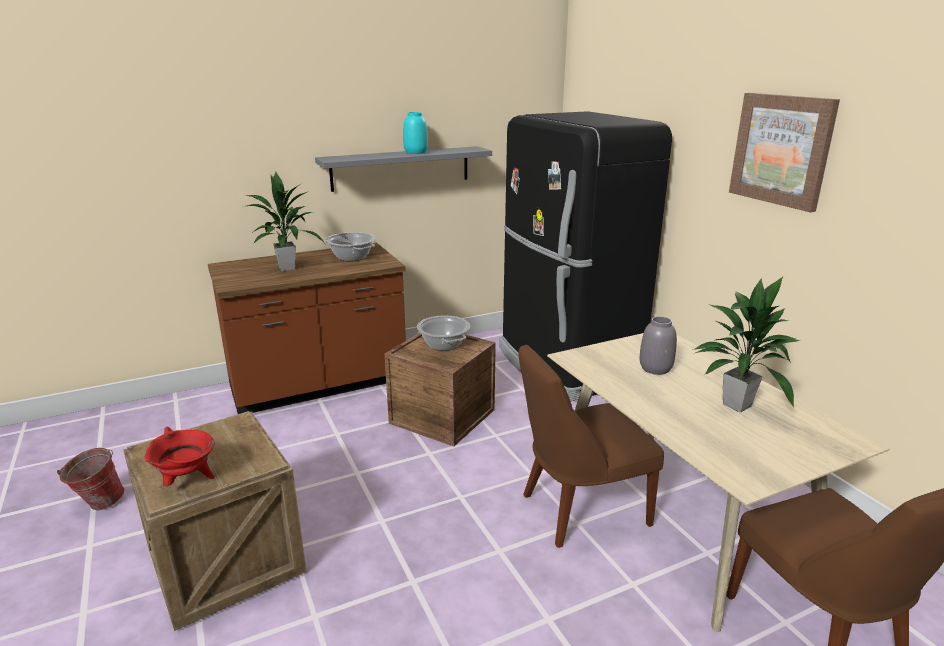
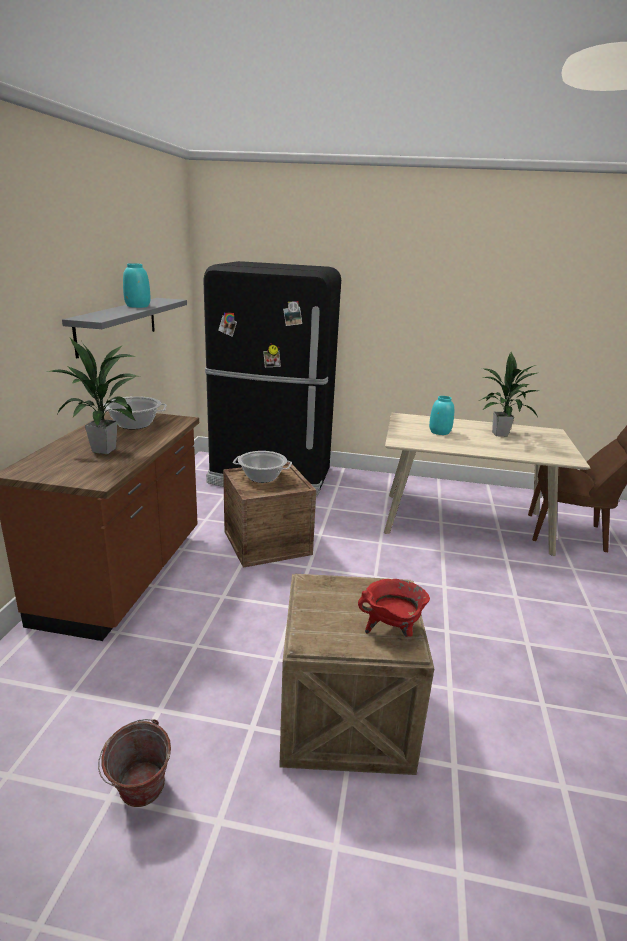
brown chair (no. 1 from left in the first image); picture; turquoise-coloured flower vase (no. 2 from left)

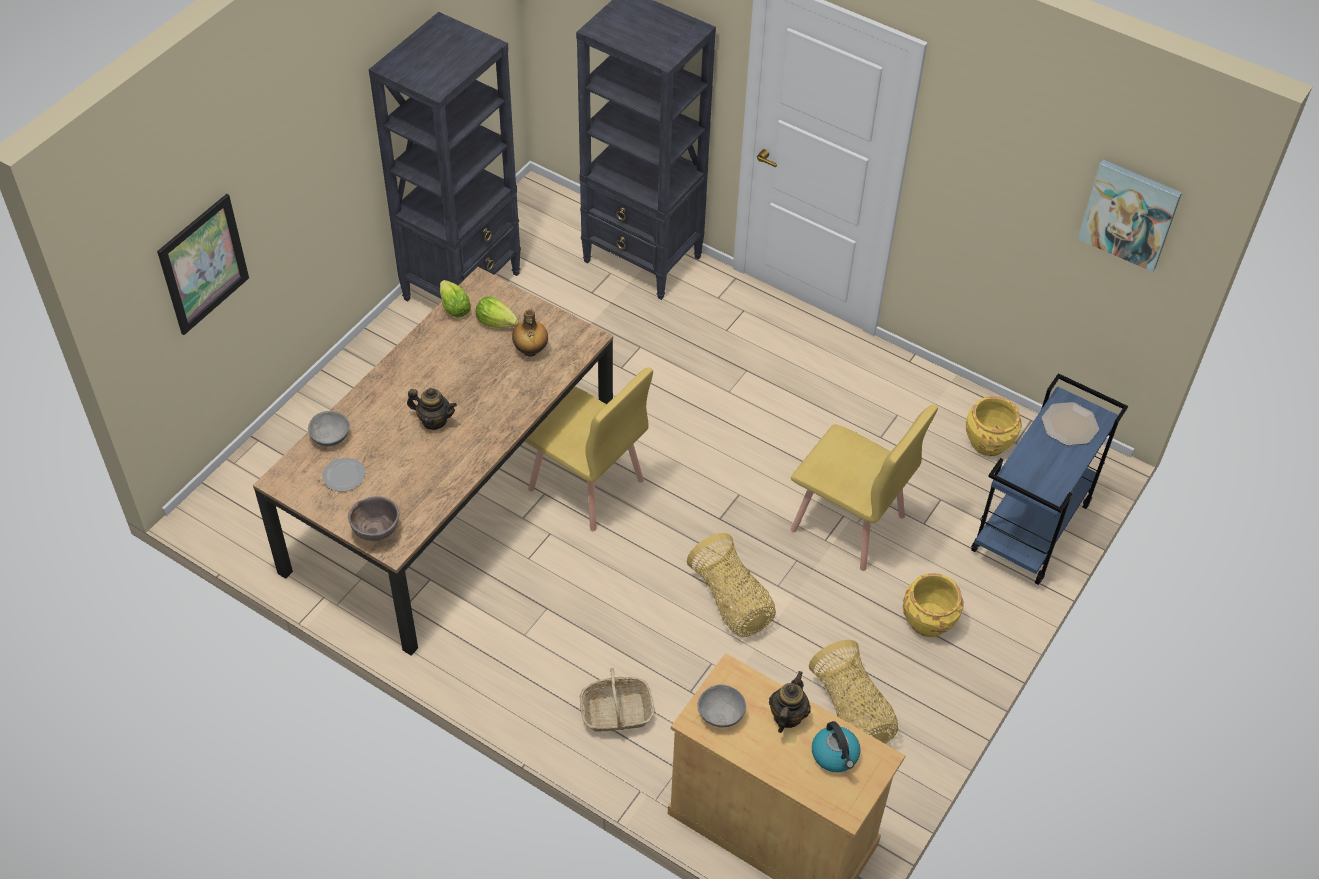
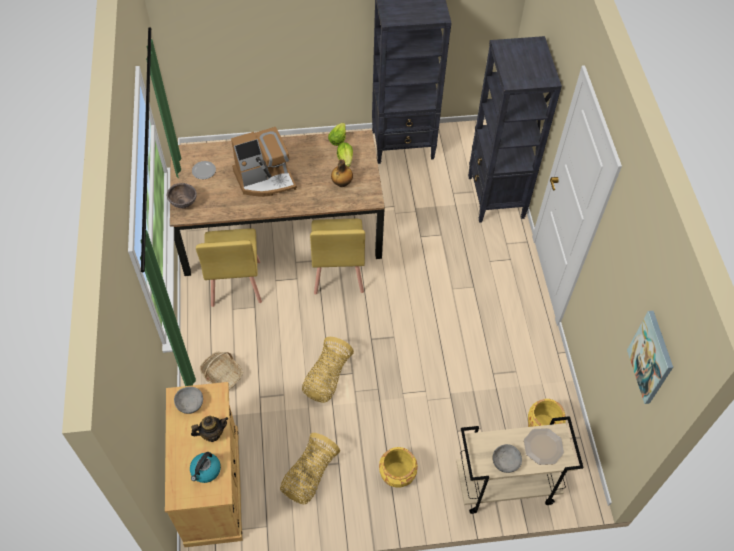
picture (no. 1 from left in the first image); grey serving bowl (no. 2 from left); yellowish chair (no. 1 from left); coffee brewer; sand-coloured trolley

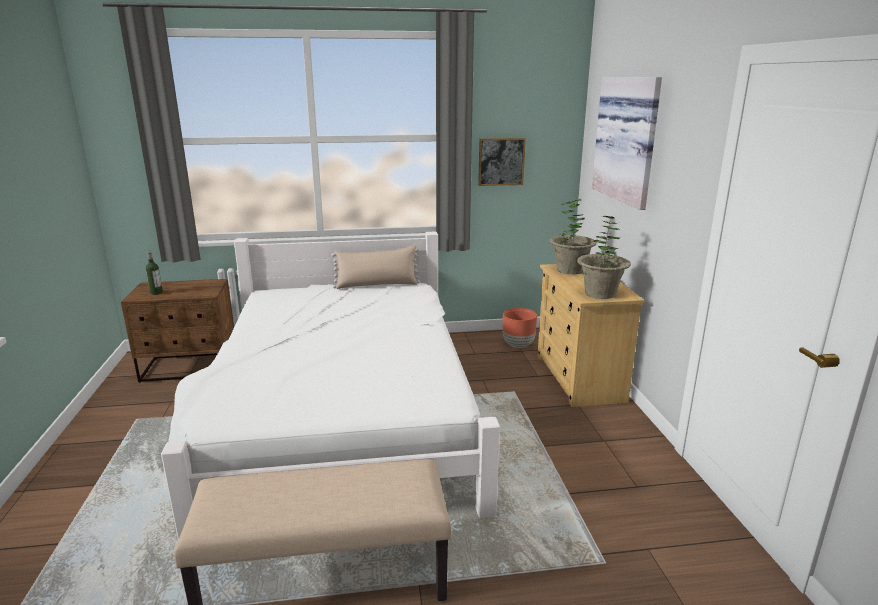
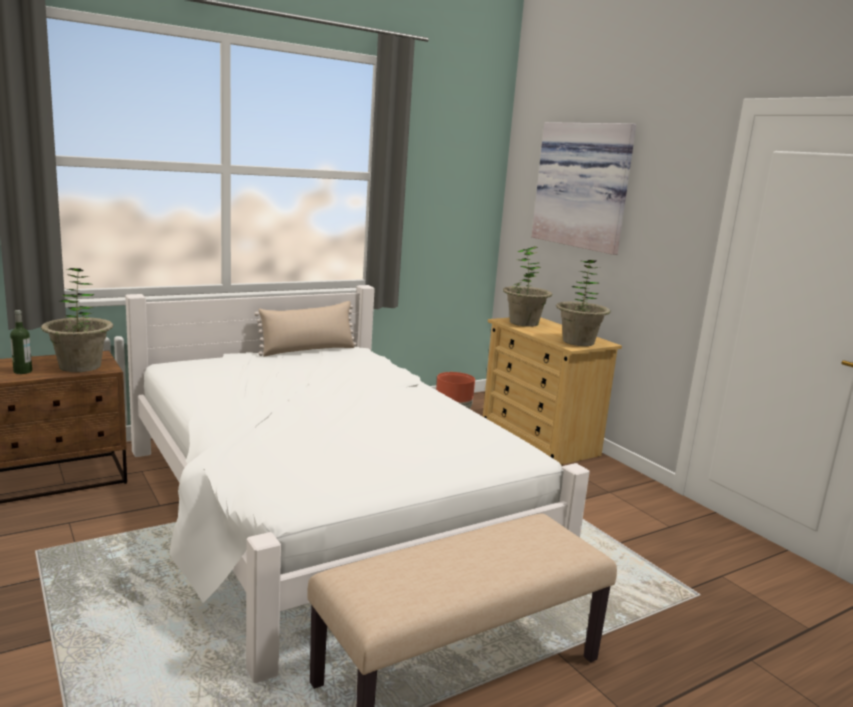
picture (no. 1 from left in the first image); plant in a pot (no. 1 from left)

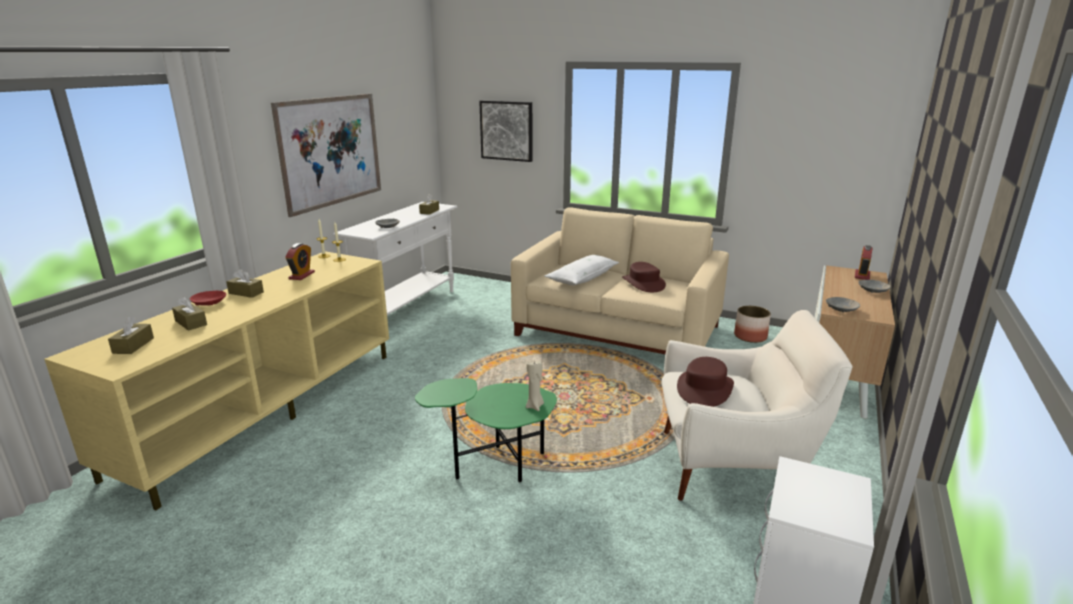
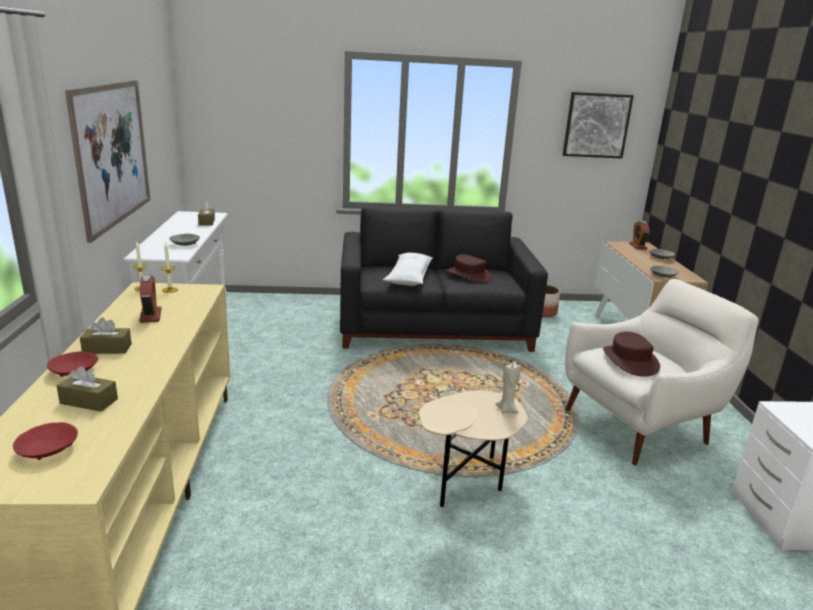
picture (no. 2 from left); reddish serving bowl (no. 1 from left); sand-coloured accent table; black settee

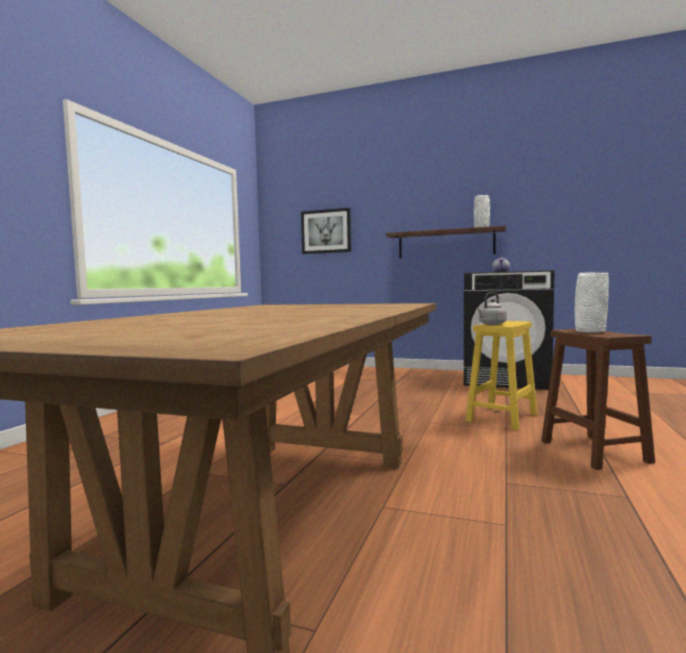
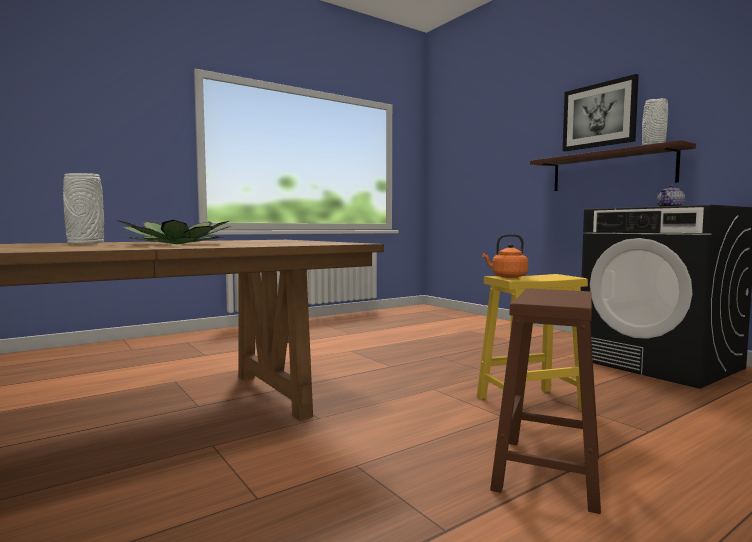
plant in a pot; picture; whitish flower vase (no. 1 from left); orange-coloured tea kettle

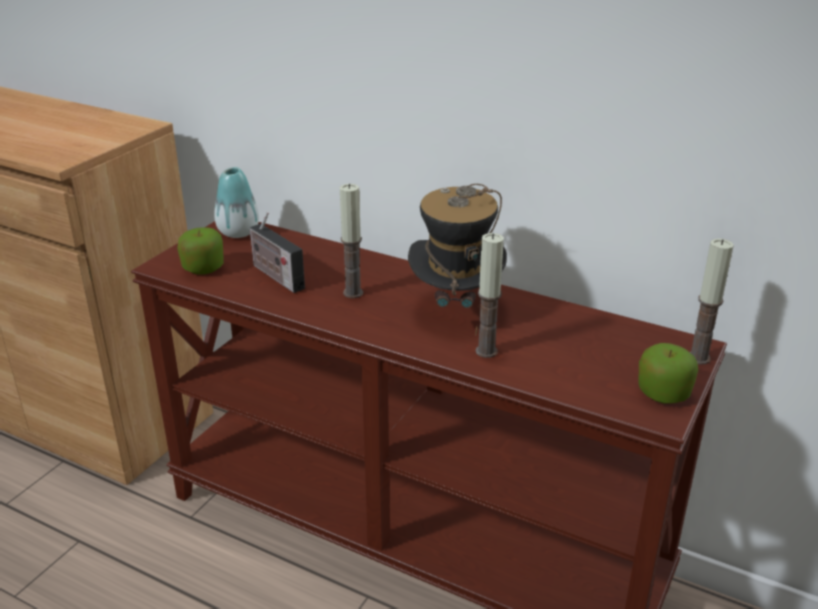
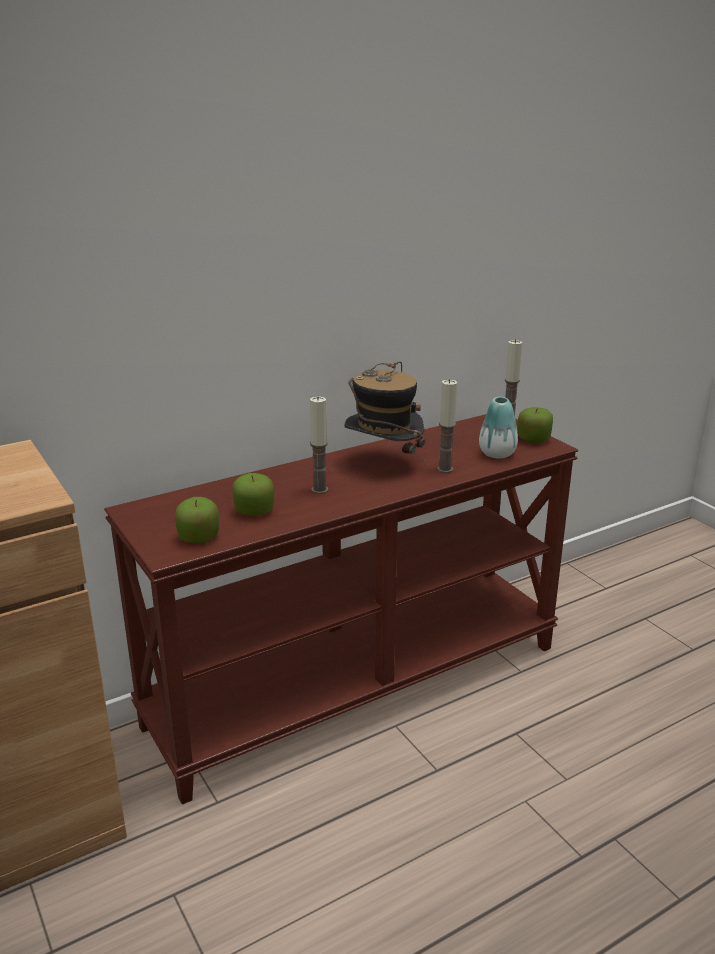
flower vase; apple (no. 2 from left)

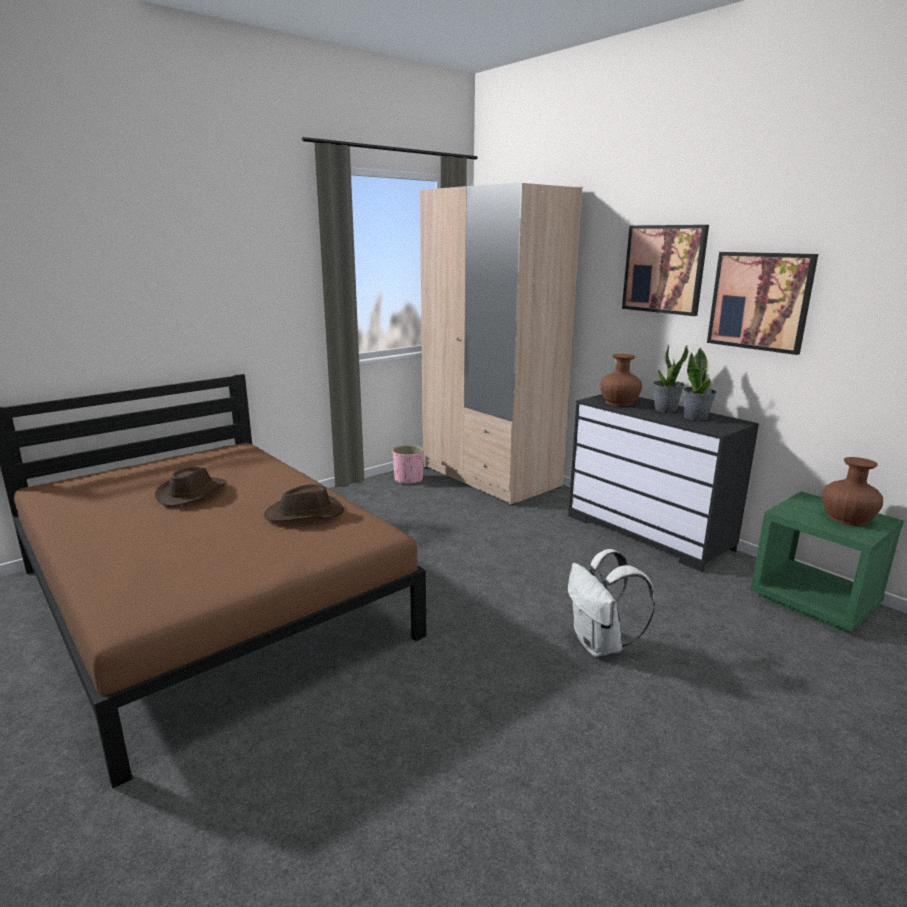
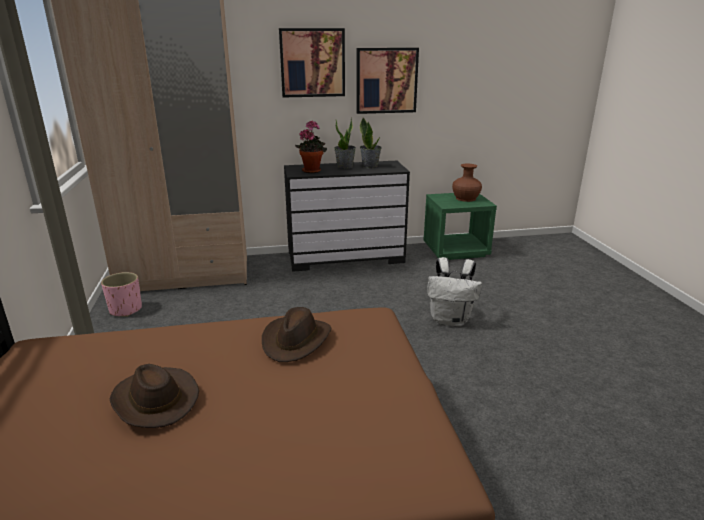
plant in a pot (no. 1 from left)

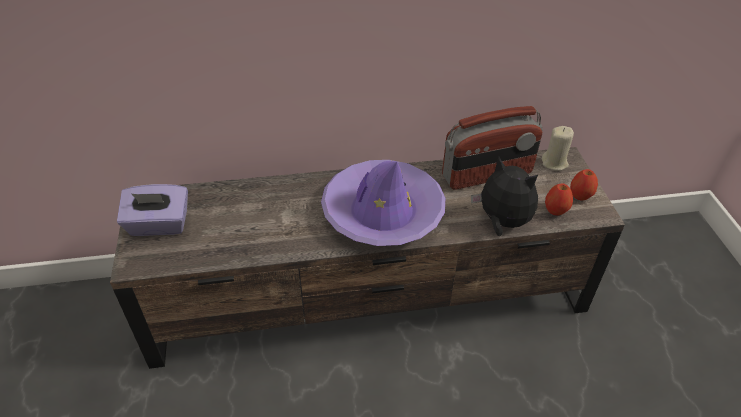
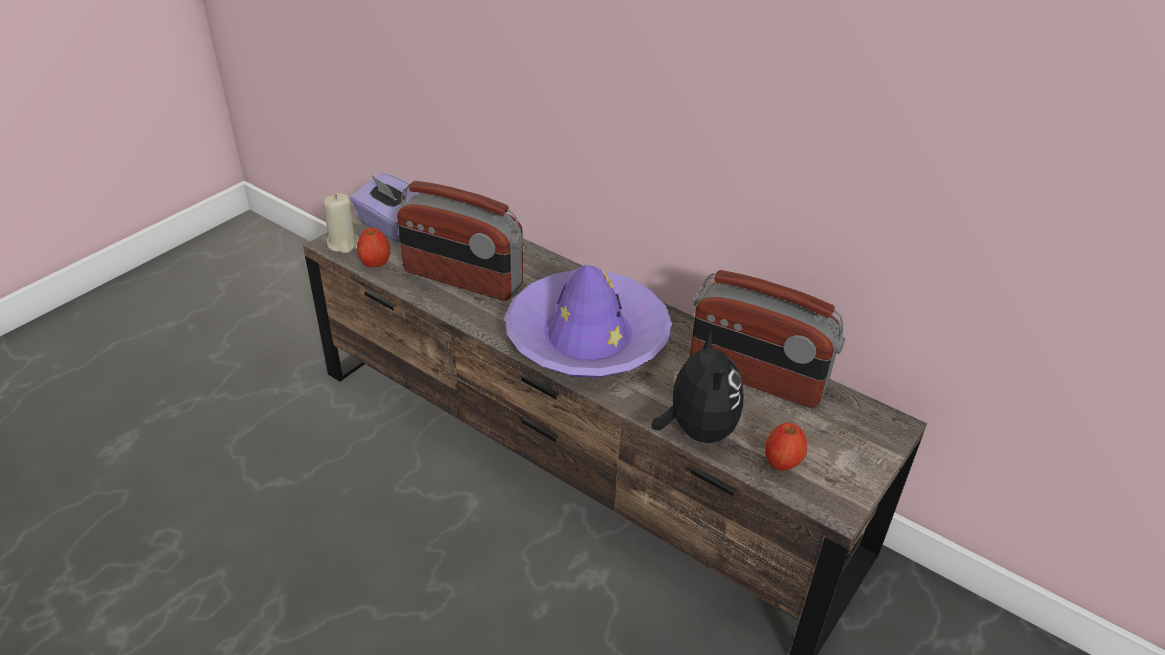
radio set (no. 1 from left); sand-coloured candle; apple (no. 1 from left)

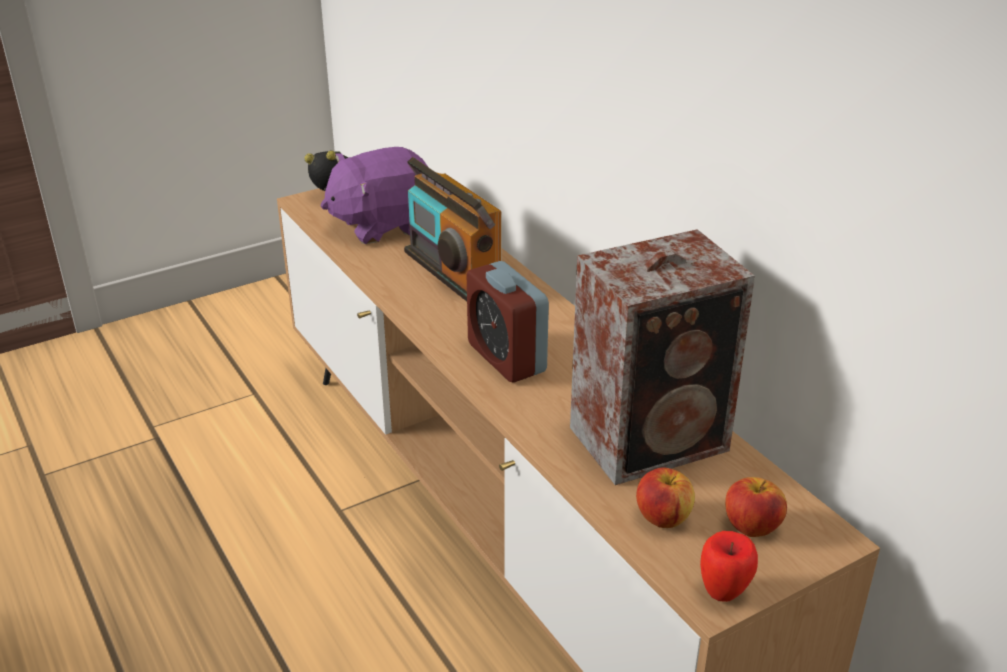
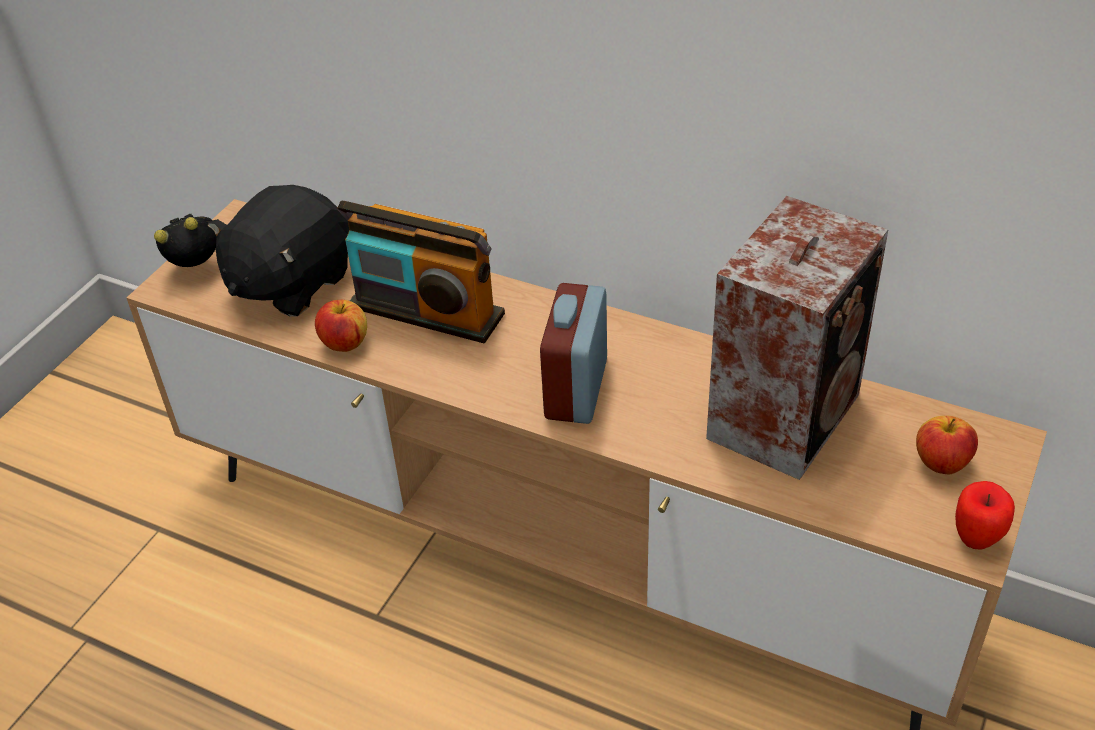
apple (no. 1 from left); black plush toy; table clock (no. 2 from left)

